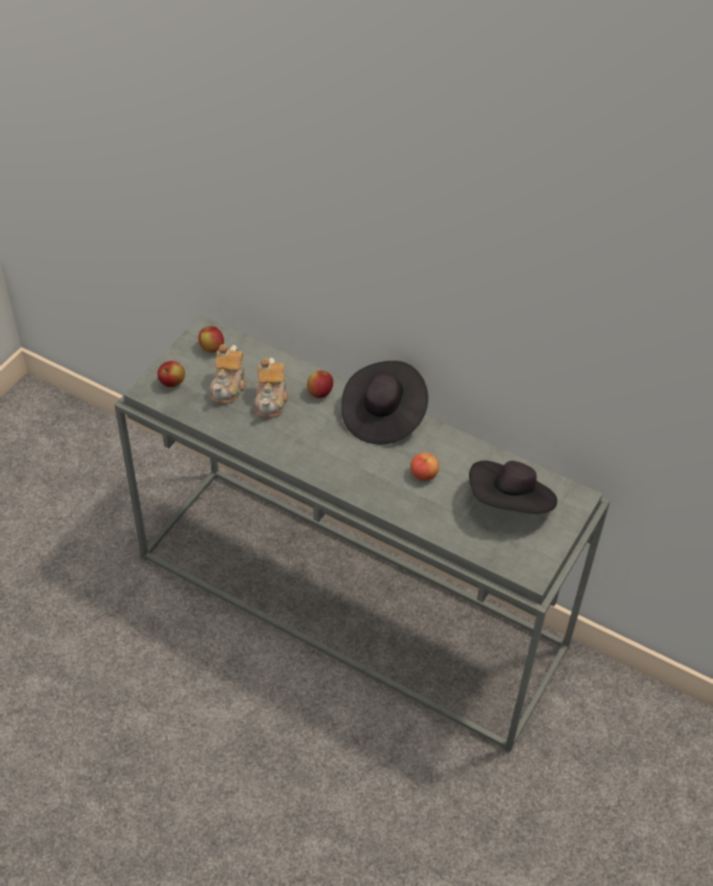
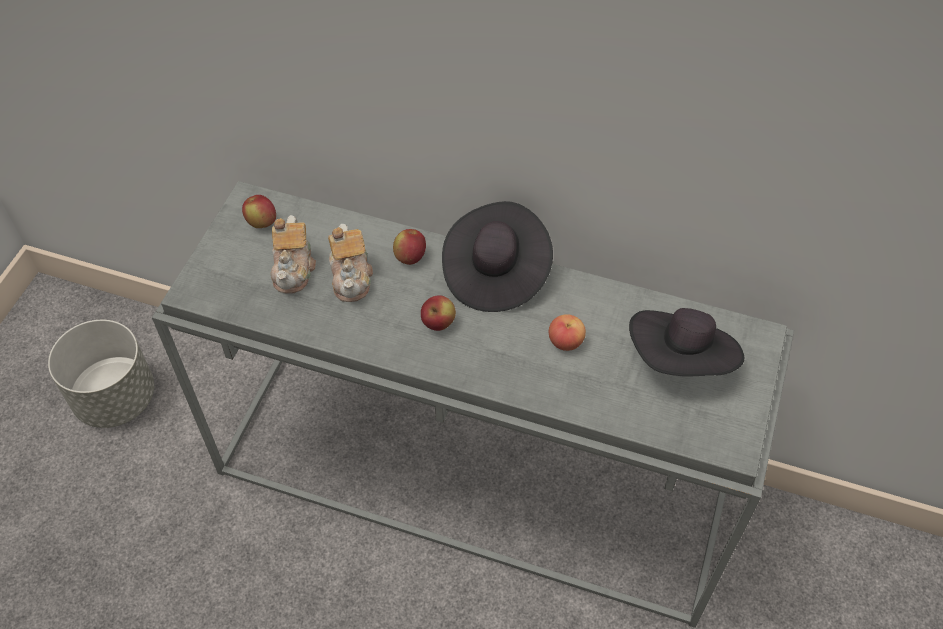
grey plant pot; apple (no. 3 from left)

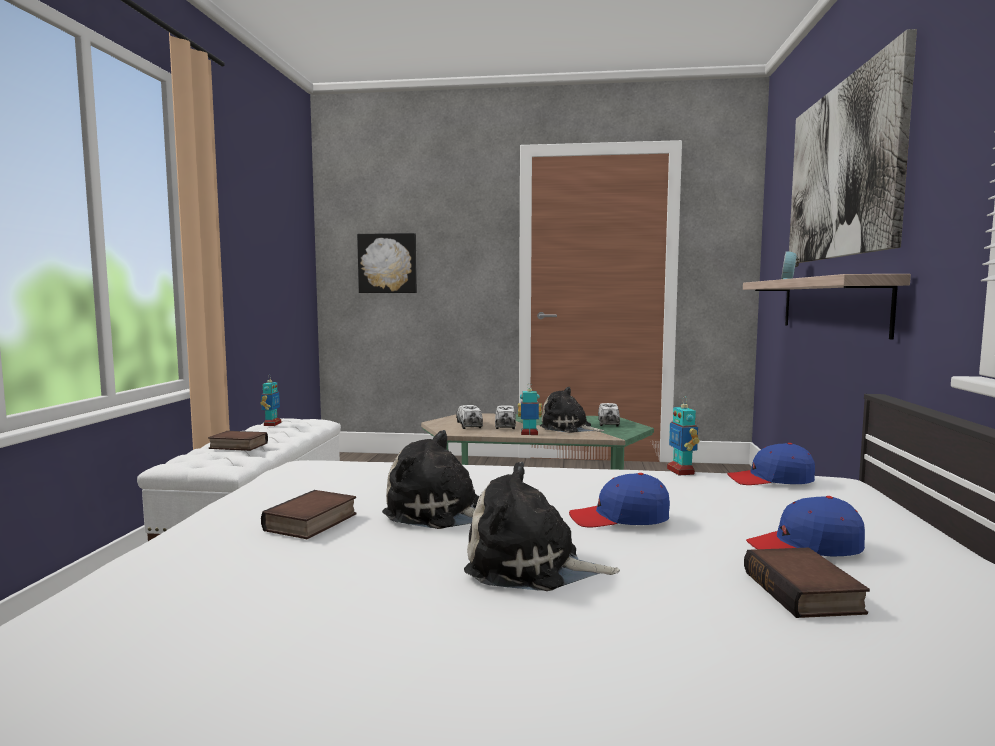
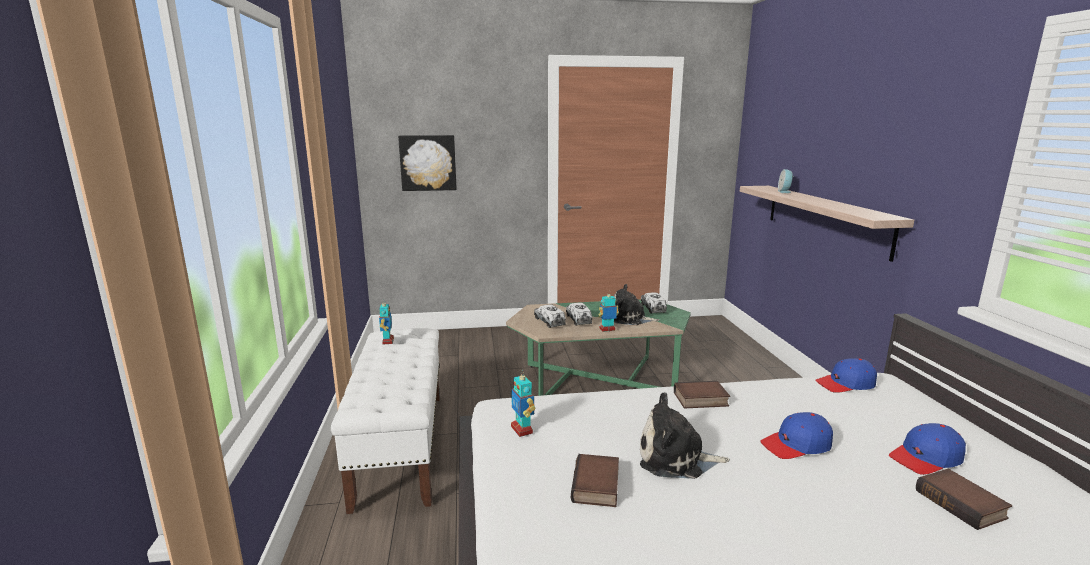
plush toy (no. 2 from left in the first image); picture (no. 2 from left in the first image); book (no. 2 from left); robot figure (no. 2 from left)

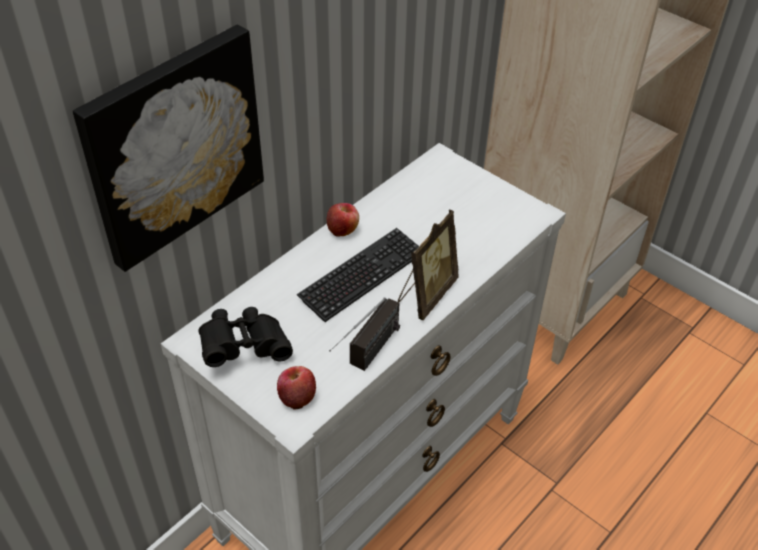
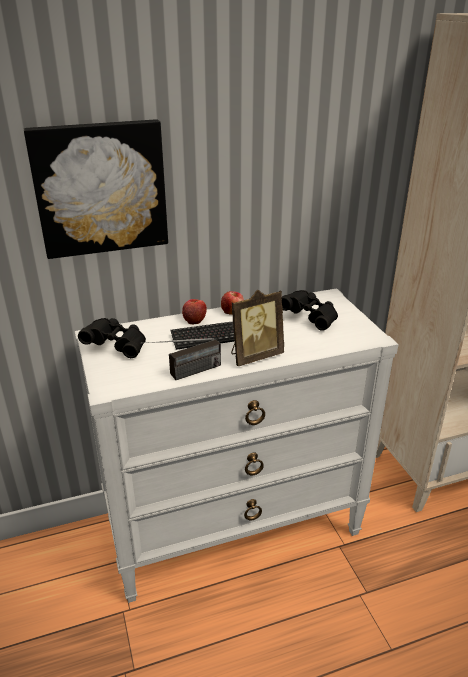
black pair of binoculars (no. 2 from left); apple (no. 1 from left)

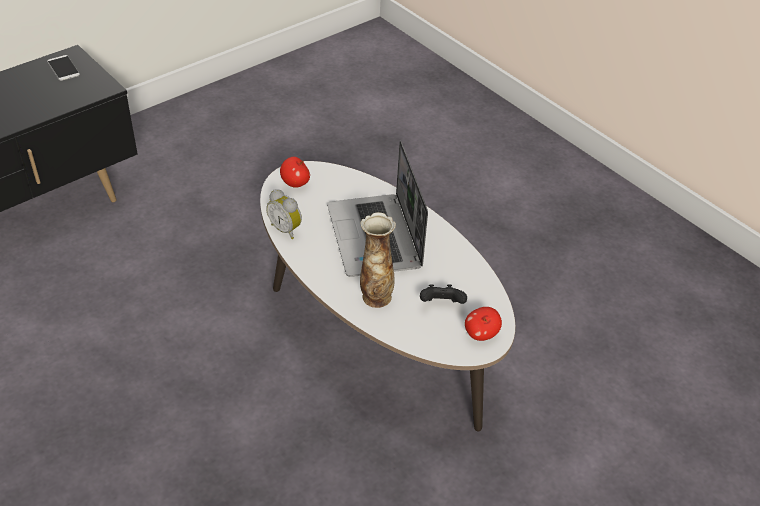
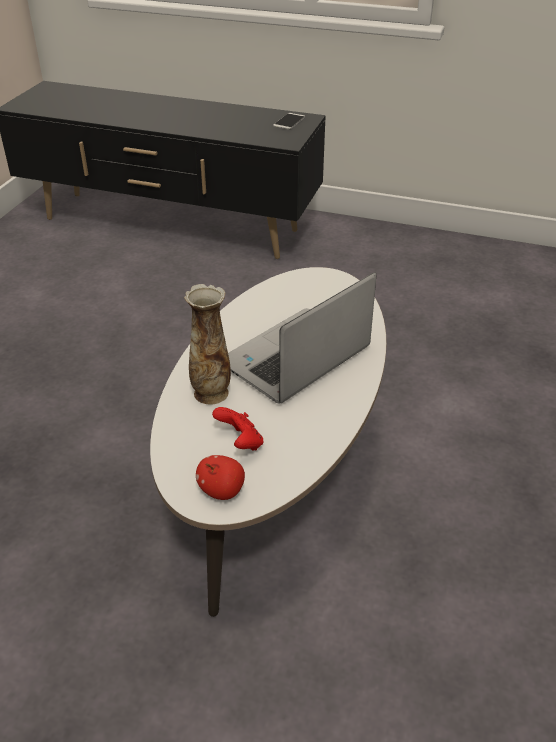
table clock; apple (no. 1 from left in the first image); reddish game controller

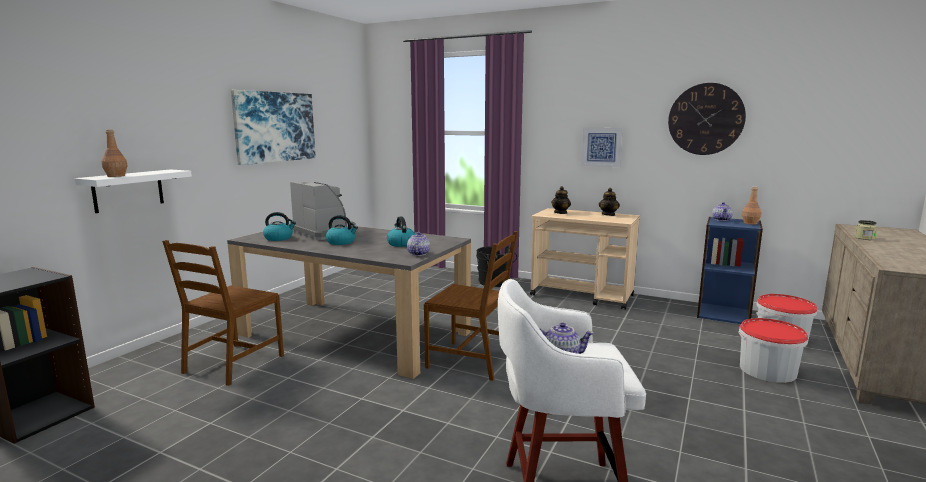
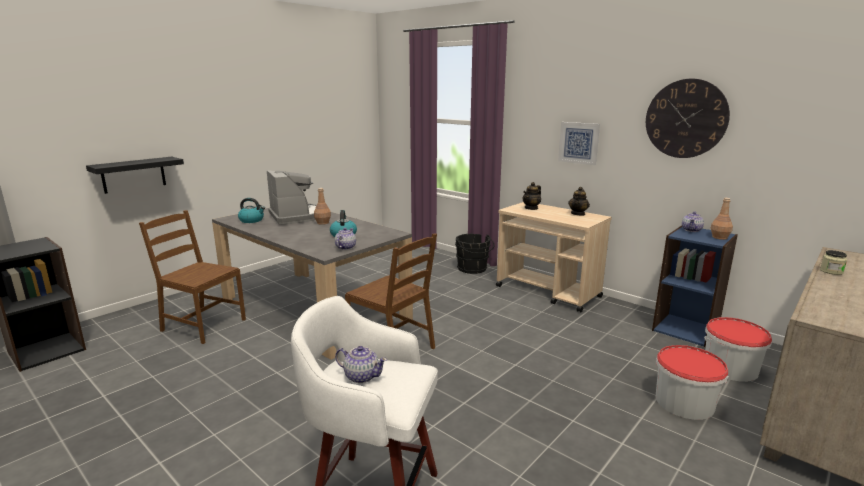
picture (no. 1 from left in the first image); tea kettle (no. 2 from left in the first image); brown drink bottle (no. 1 from left); black bracket shelf; brown chair (no. 1 from left)

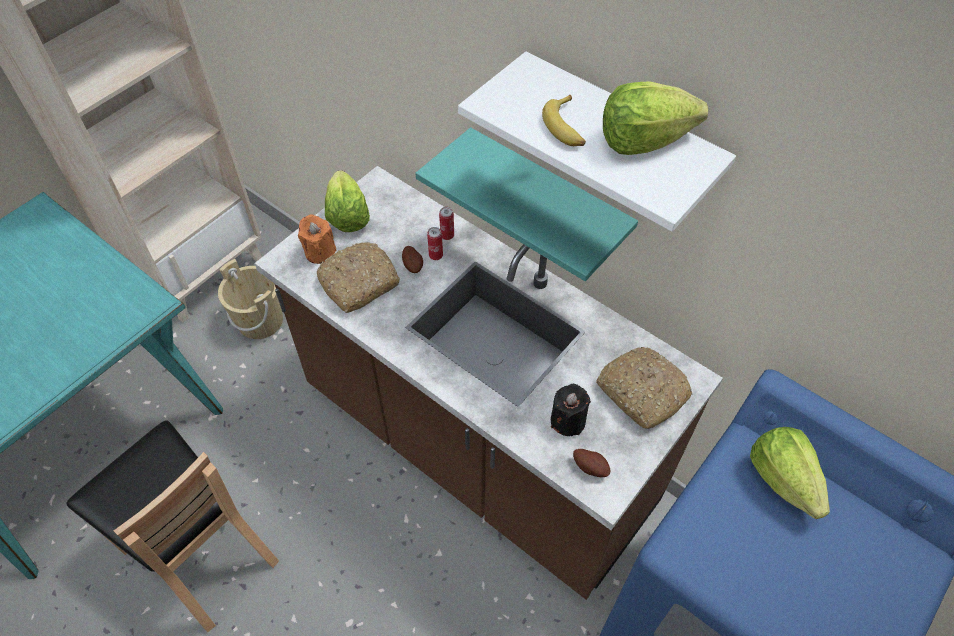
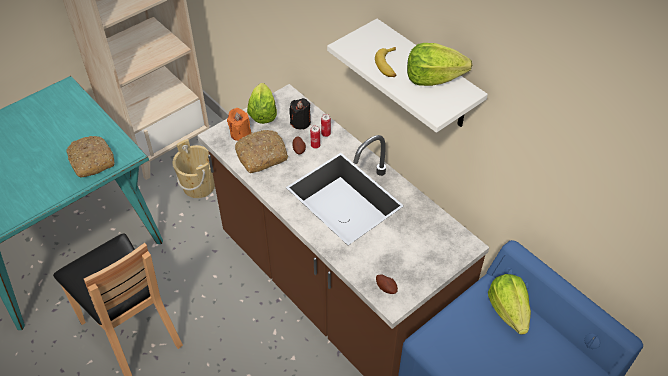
turquoise-coloured bracket shelf; black candle; baked bread (no. 1 from left)

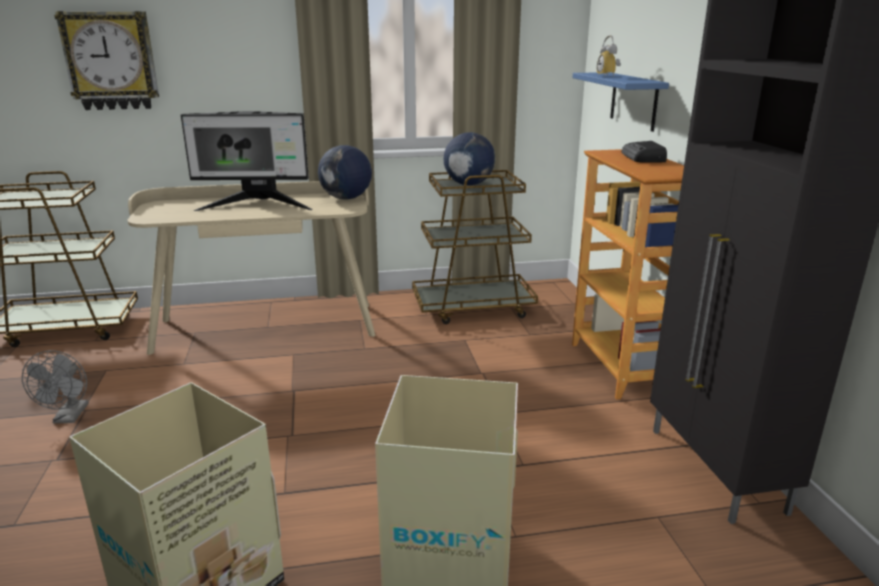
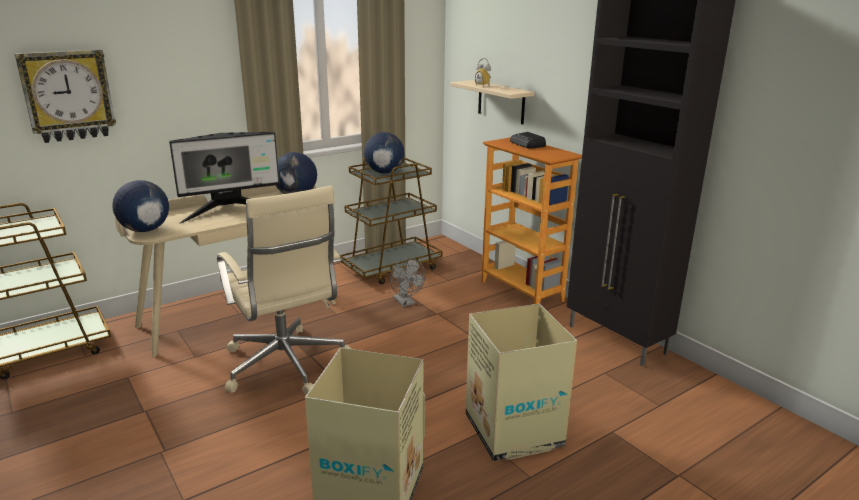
world globe (no. 1 from left); sand-coloured desk chair; grey electric fan; sand-coloured bracket shelf

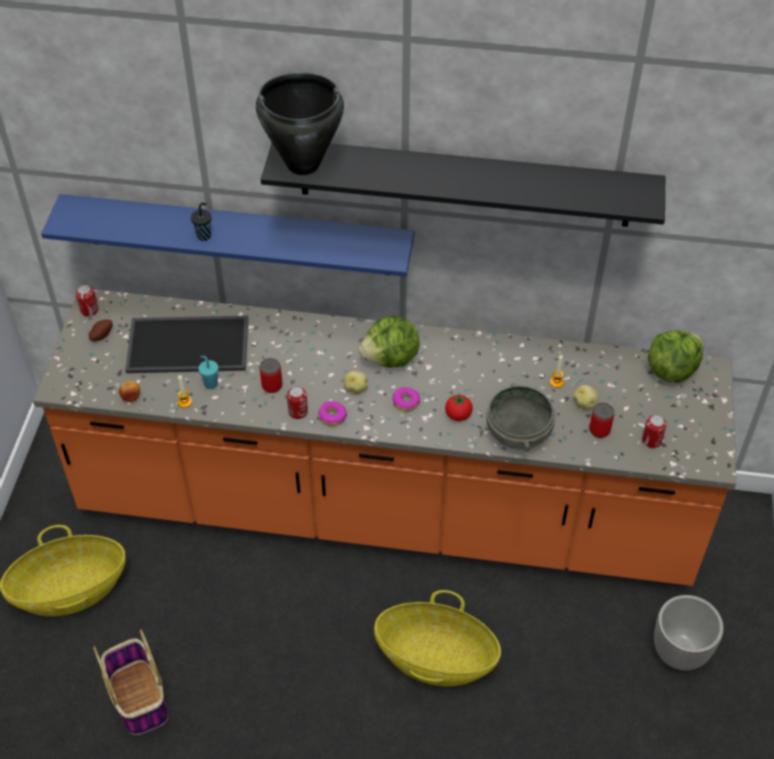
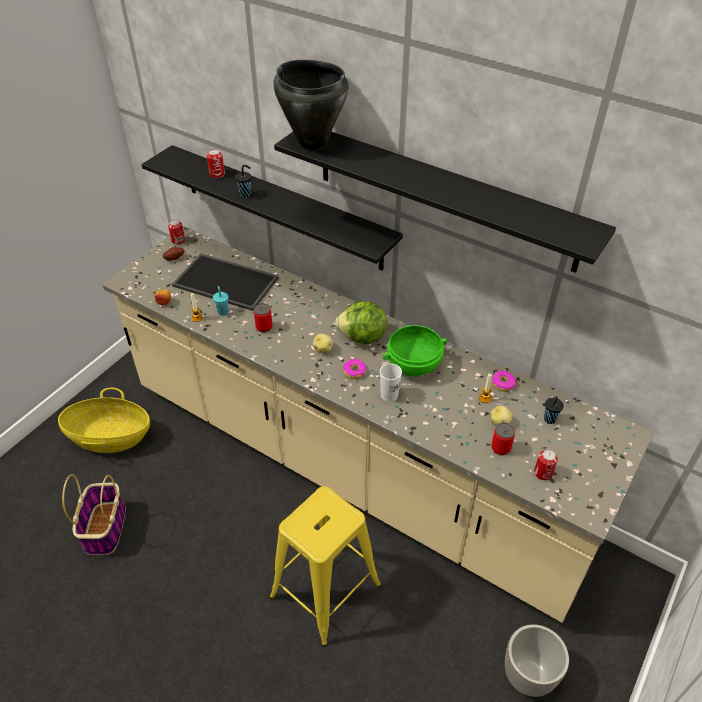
grey serving bowl; lettuce head (no. 2 from left in the first image); greenish serving bowl; black small cup (no. 2 from left); sealed can (no. 2 from left); donut (no. 2 from left); yellowish stool; whitish small cup; sand-coloured kitchen counter; black bracket shelf (no. 1 from left)

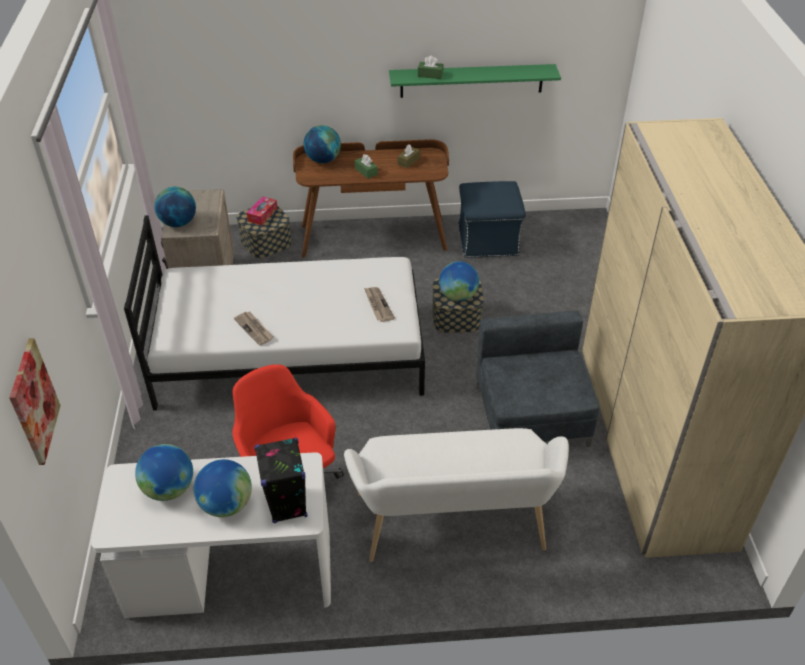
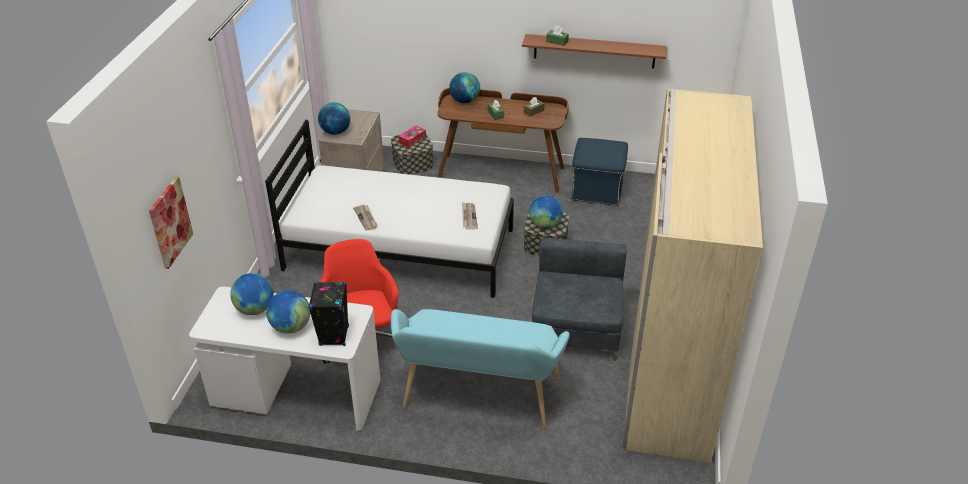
turquoise-coloured bench; brown bracket shelf

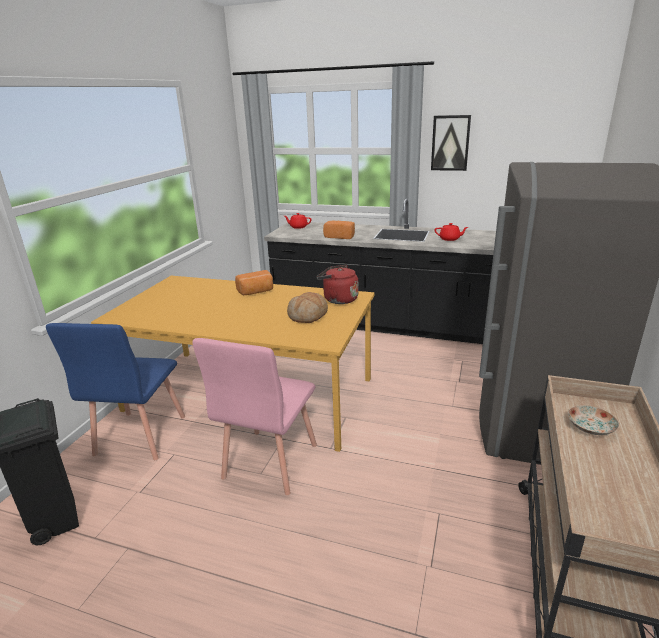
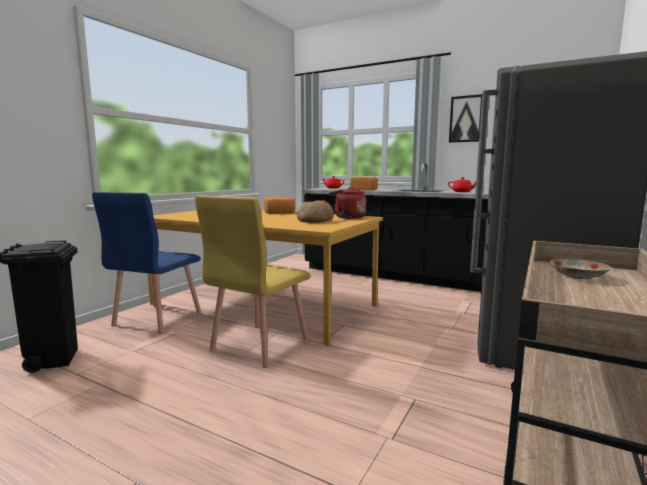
yellowish chair

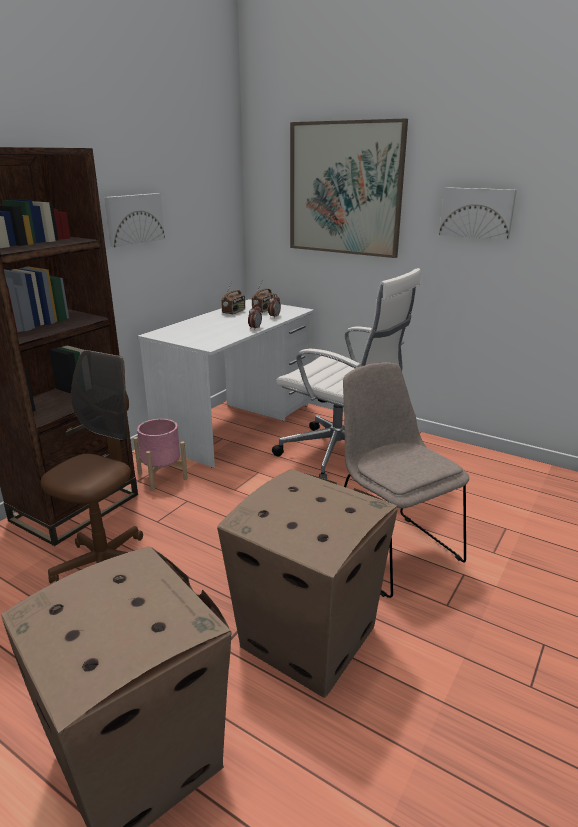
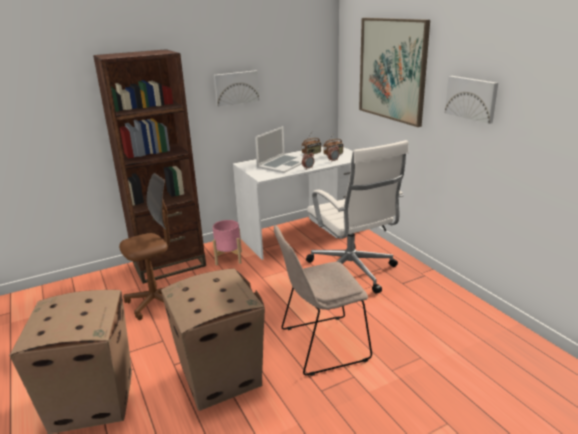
portable computer; sand-coloured chair

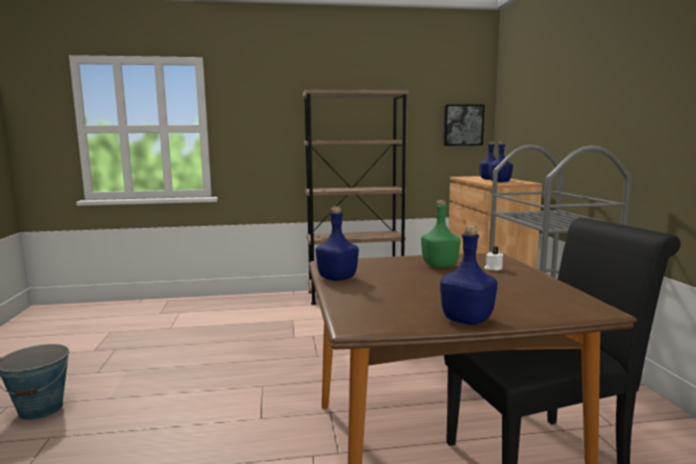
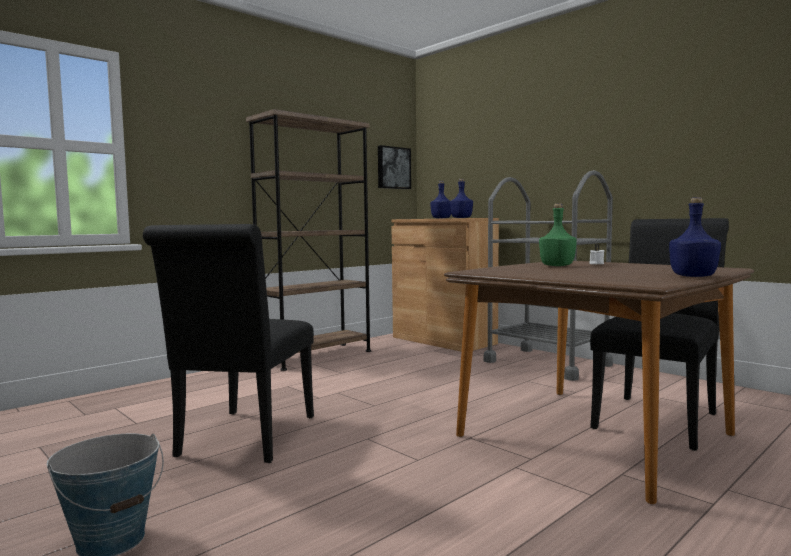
blue-coloured drink bottle (no. 1 from left in the first image); black chair (no. 1 from left)

